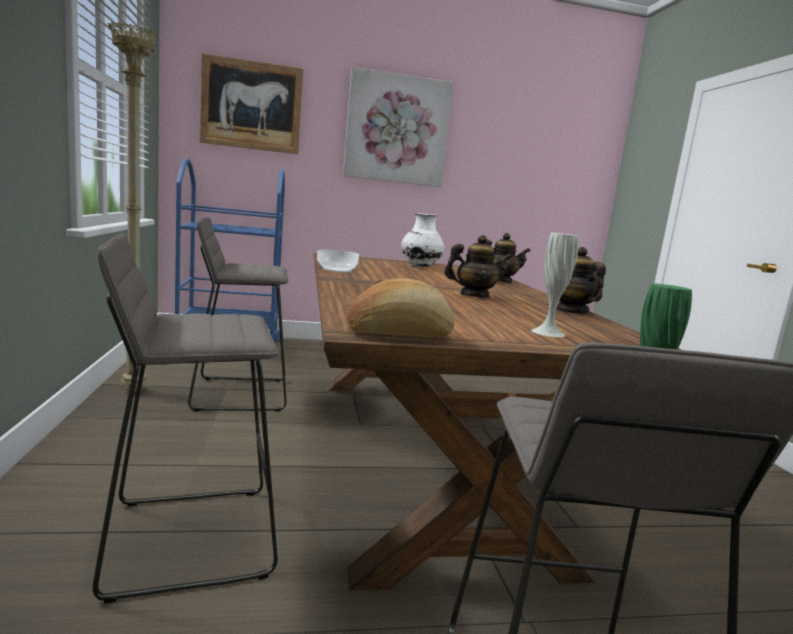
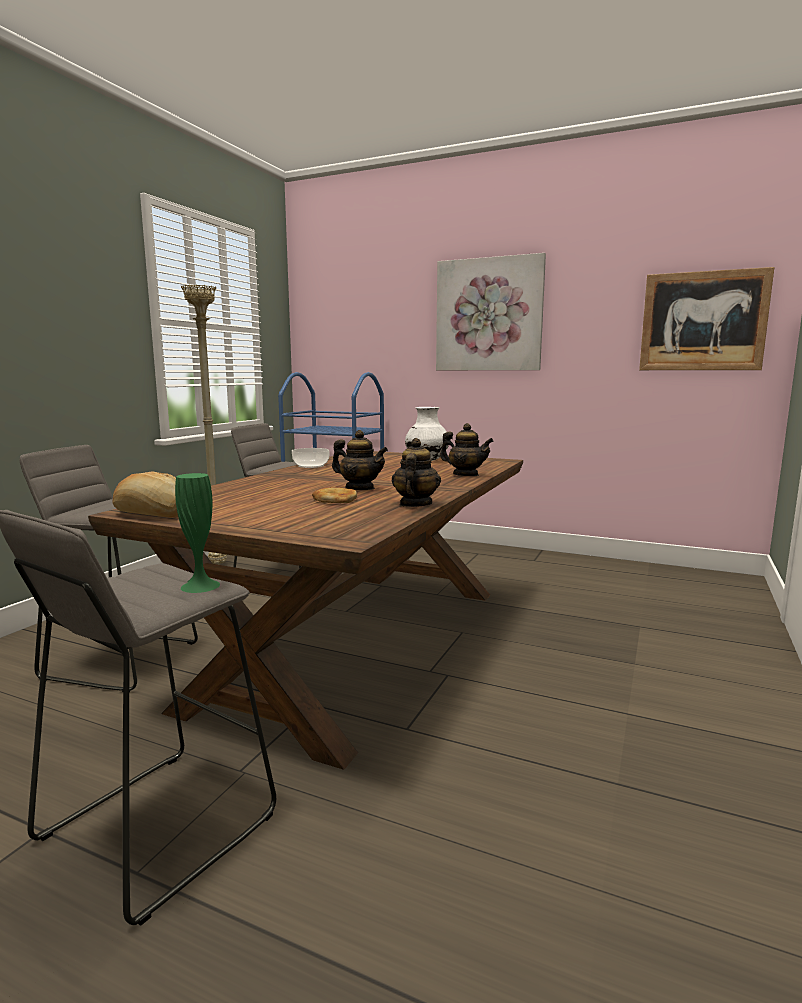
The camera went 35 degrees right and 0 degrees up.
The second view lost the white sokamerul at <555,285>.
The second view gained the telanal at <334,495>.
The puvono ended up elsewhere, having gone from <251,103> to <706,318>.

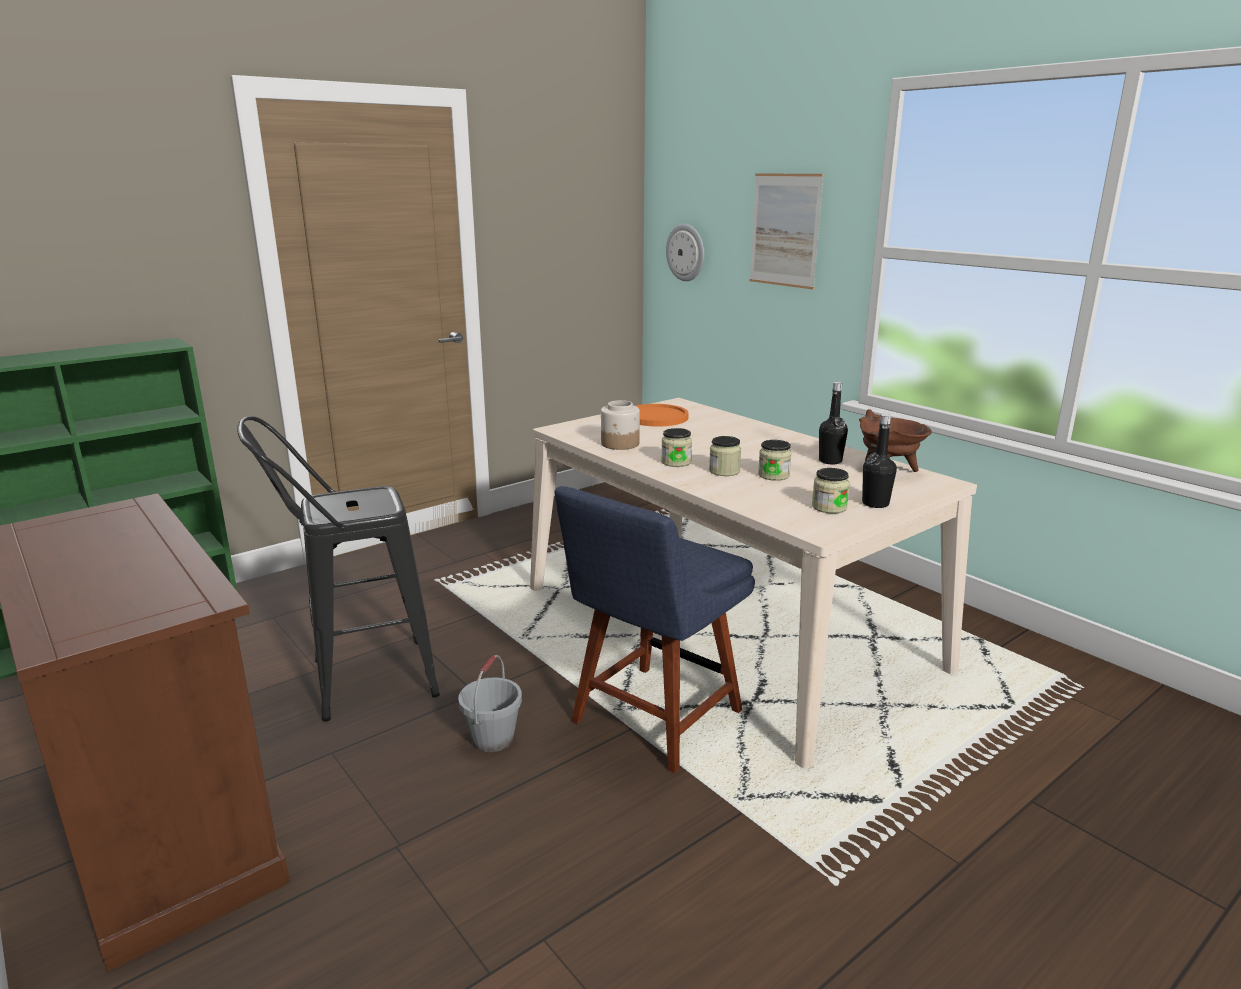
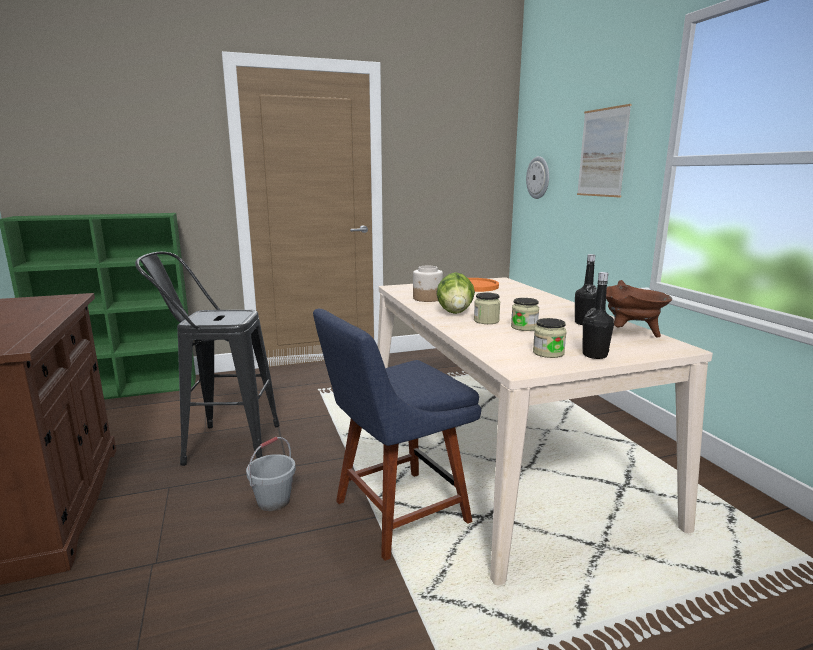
The camera went 20 degrees right and 5 degrees down.
Where the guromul stood at <676,447>, the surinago came to stand at <456,293>.

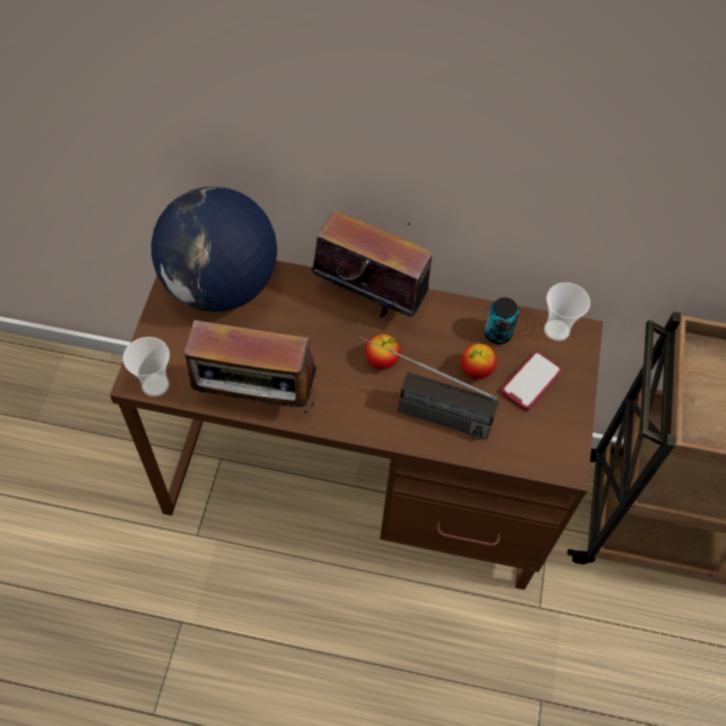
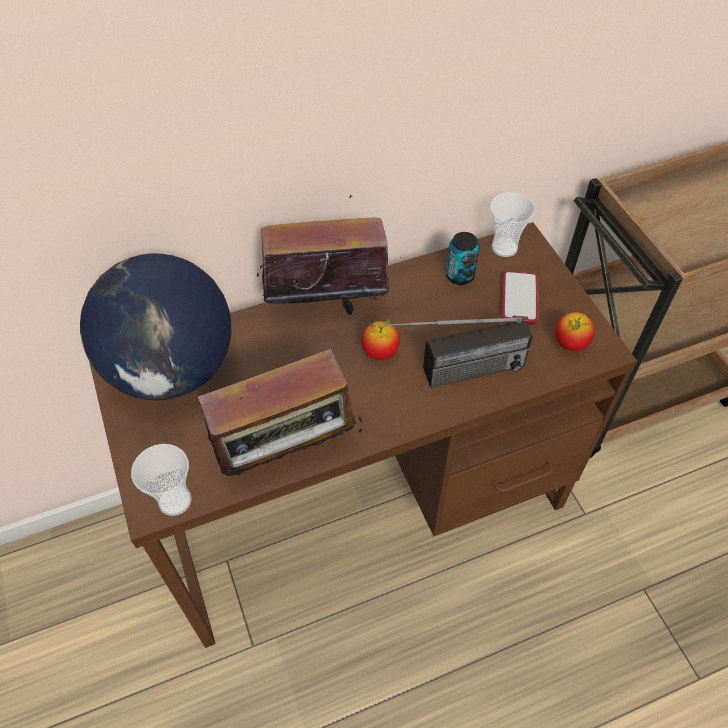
The camera went 30 degrees left and 5 degrees down.
The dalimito ended up elsewhere, having gone from <479,361> to <575,331>.

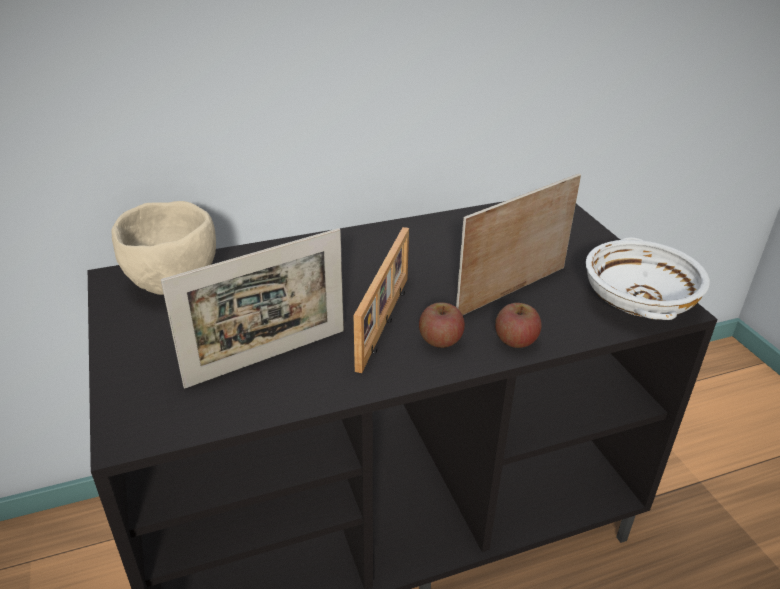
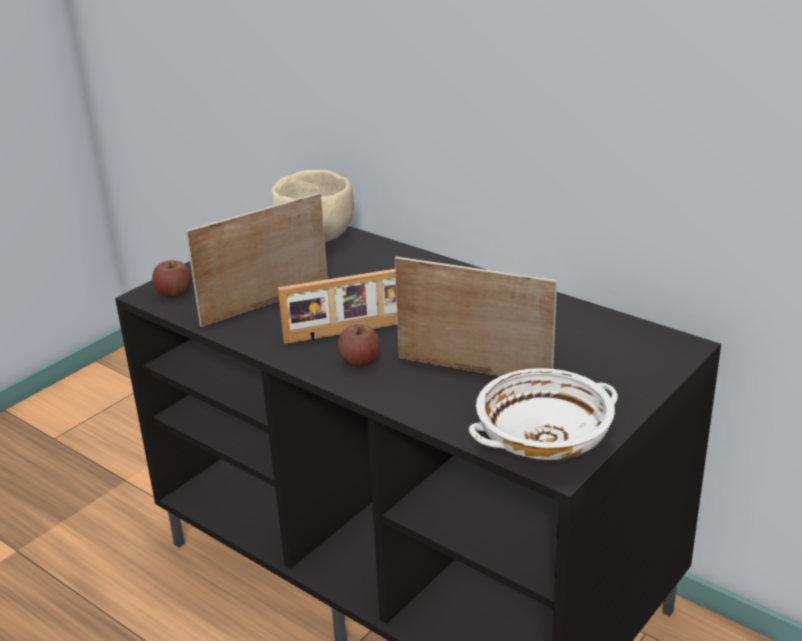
The camera went 60 degrees right and 5 degrees down.
The dalimito ended up elsewhere, having gone from <518,325> to <171,278>.
The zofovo at <252,308> ended up facing another way, 120 degrees clockwise from before.

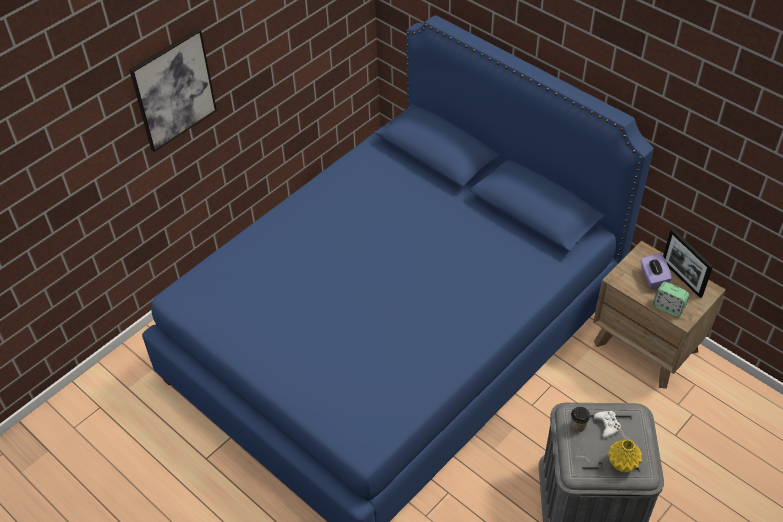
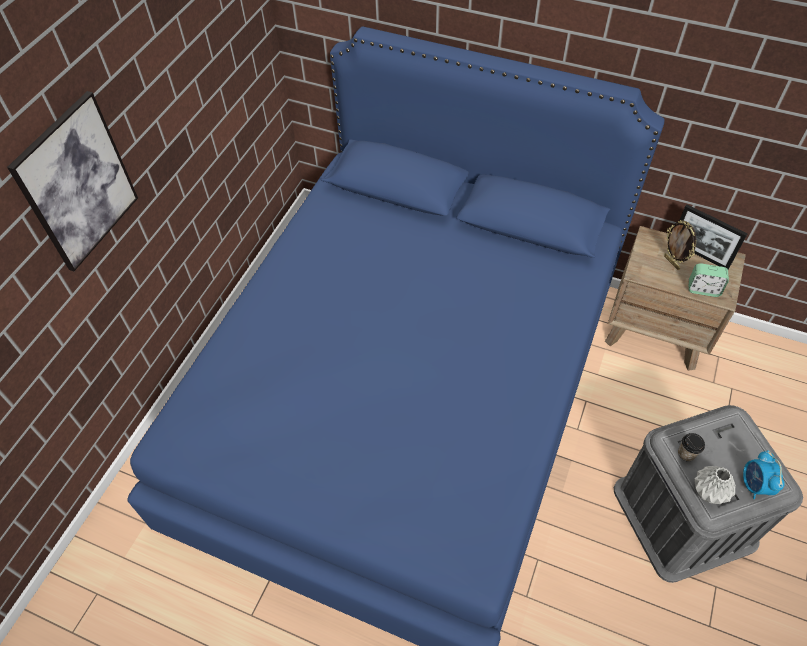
The camera went 20 degrees left and 5 degrees up.
The second view lost the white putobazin at <607,424>.
The second view gained the grey sokamerul at <715,485>.
Where the yellow sokamerul stood at <625,455>, the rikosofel came to stand at <764,474>.
Where the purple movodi stood at <656,271>, the zofovo came to stand at <680,245>.

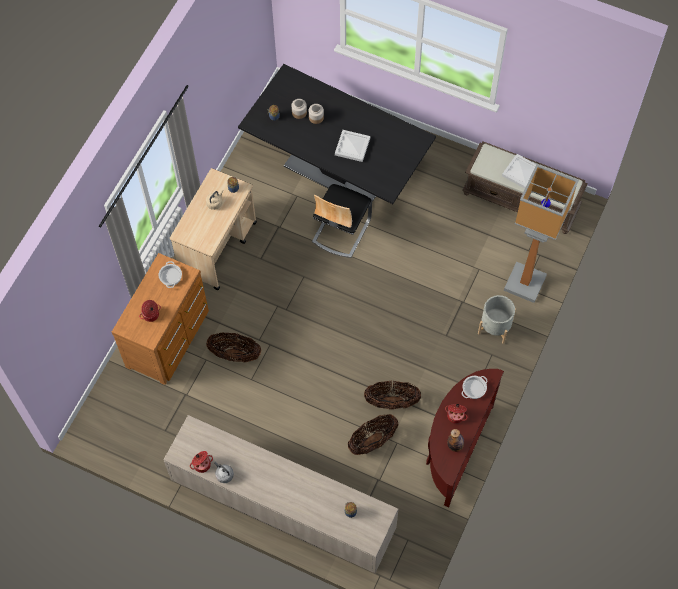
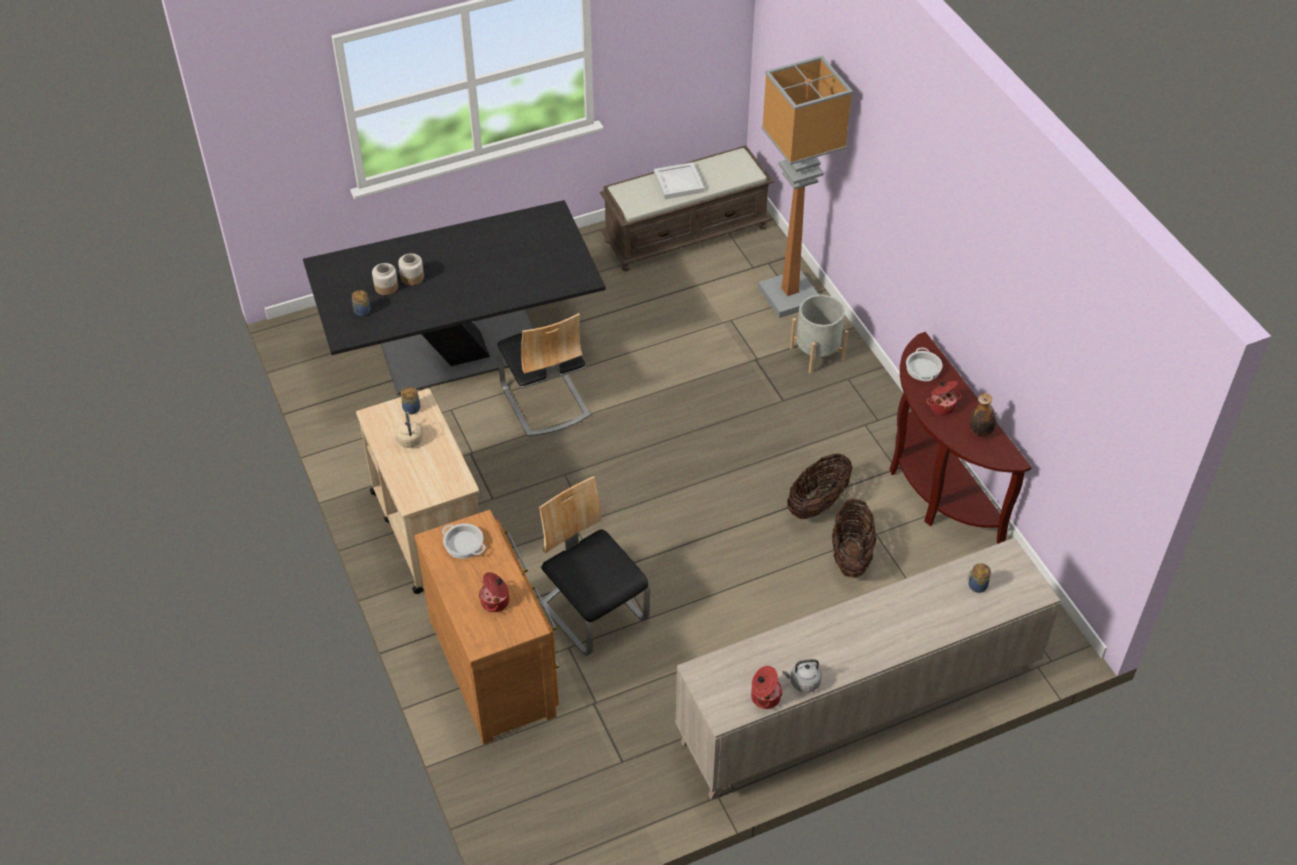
The camera went 50 degrees left and 15 degrees down.
The second view lost the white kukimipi at <352,146>.
Where the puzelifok stood at <234,347>, the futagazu came to stand at <594,566>.

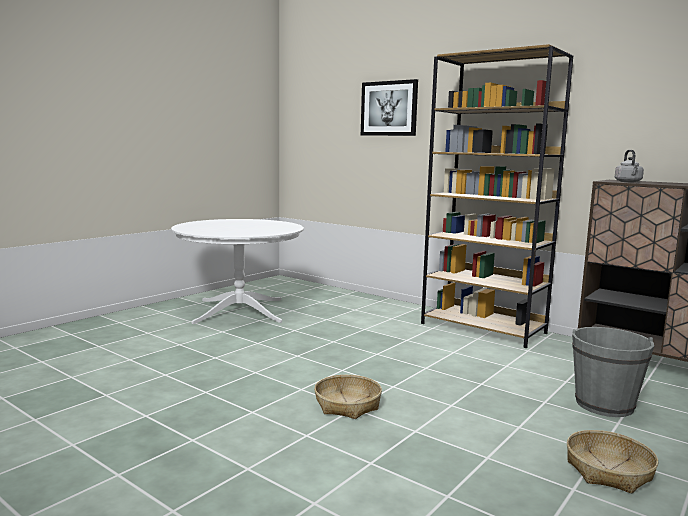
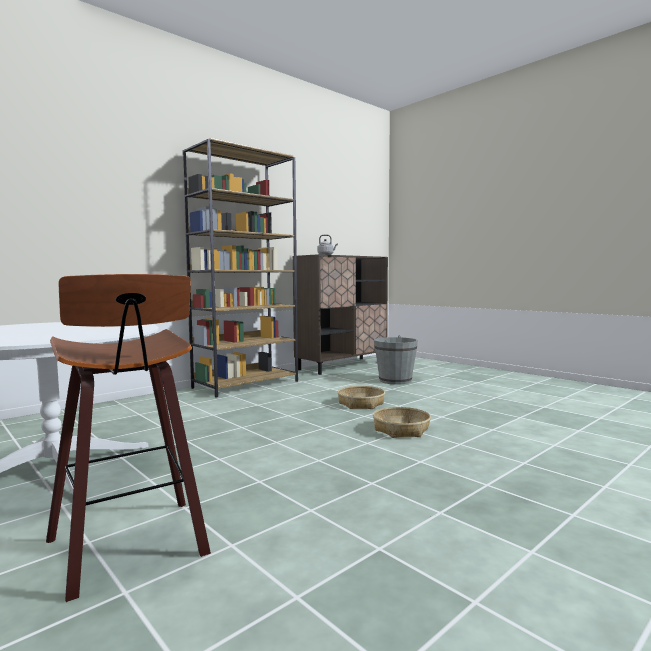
The camera went 80 degrees left and 5 degrees down.
The second view lost the puvono at <389,107>.
The second view gained the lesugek at <128,438>.
The puzelifok ended up elsewhere, having gone from <612,462> to <361,397>.

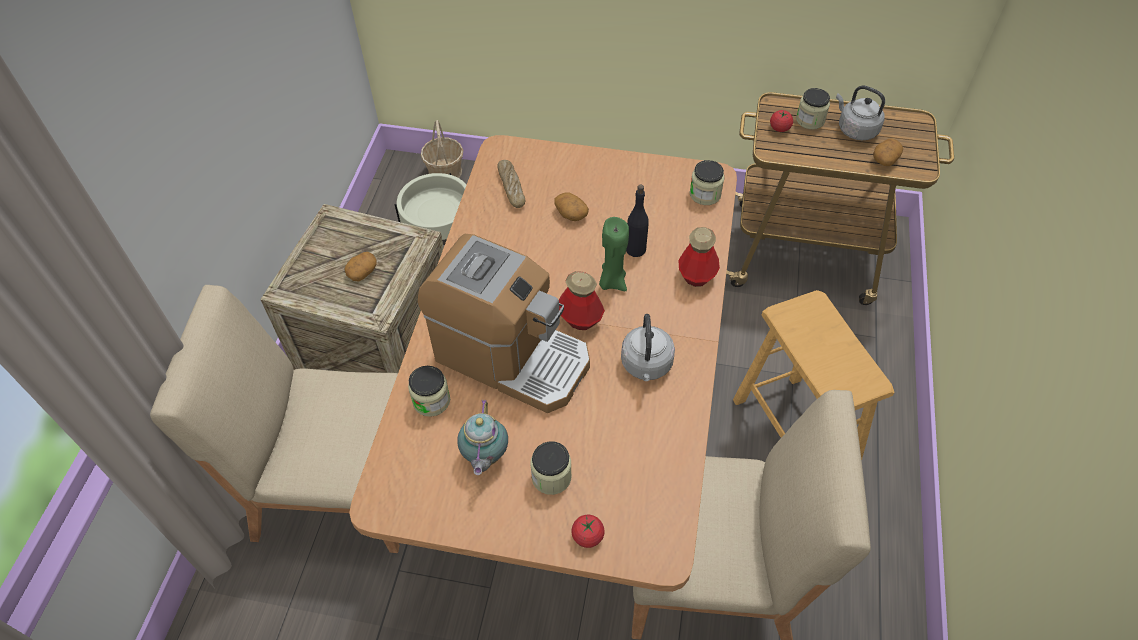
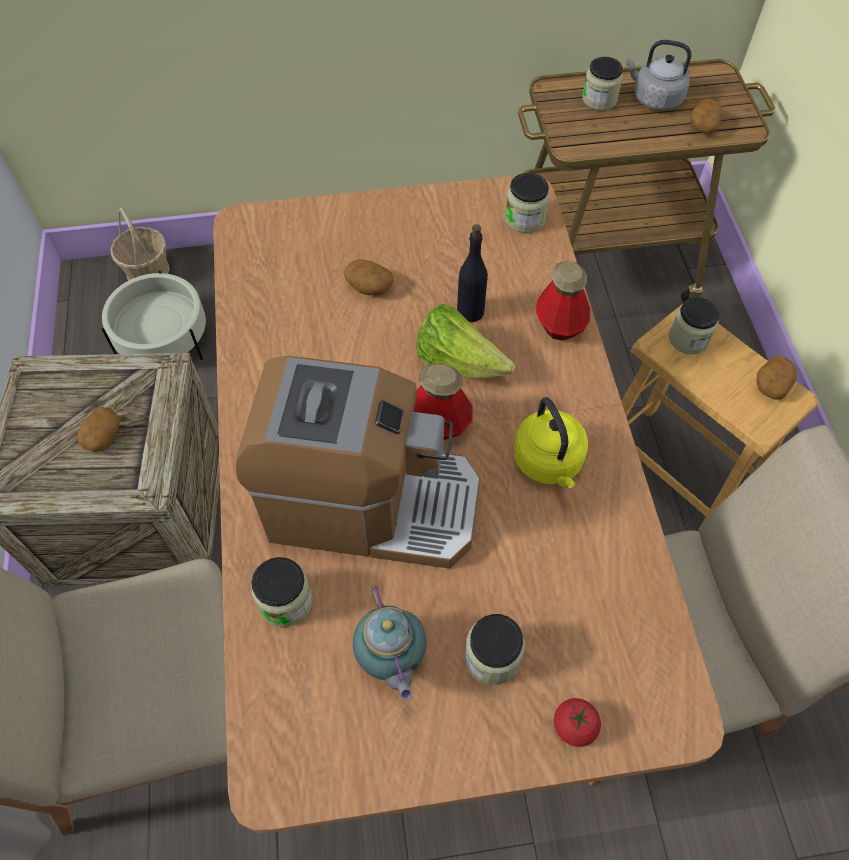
The camera went 20 degrees left and 5 degrees up.
The second view lost the telanal at <511,184>.
The second view lost the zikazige at <781,121>.
The second view gained the guromul at <694,325>.
The second view gained the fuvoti at <776,377>.
Where the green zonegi stood at <614,254>, the surinago came to stand at <466,341>.
What was the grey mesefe at <648,347> turned into the yellow mesefe at <551,442>.

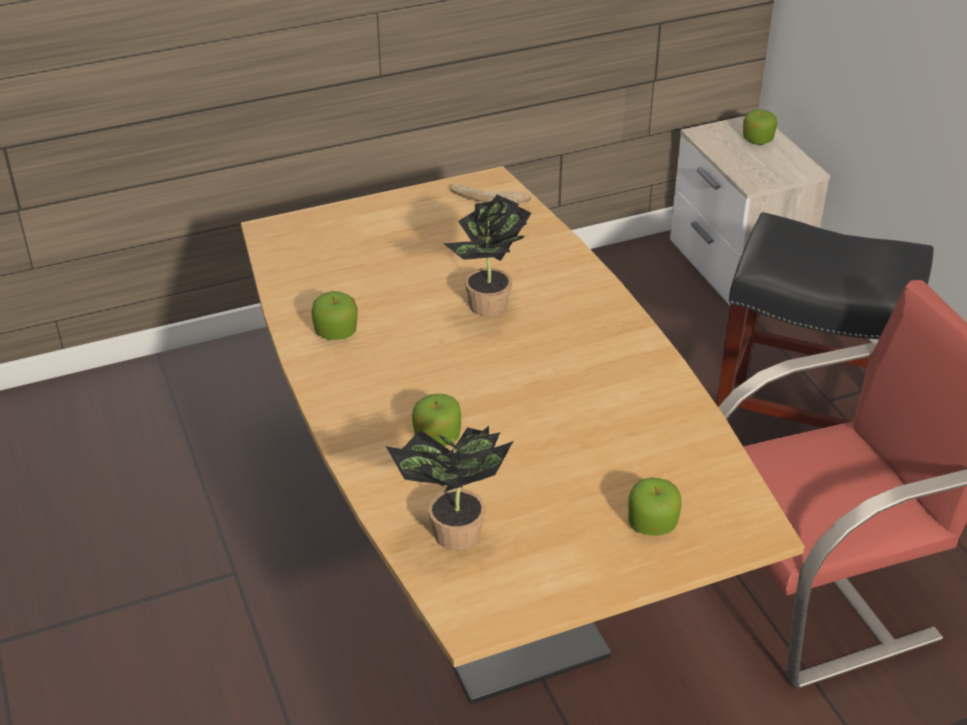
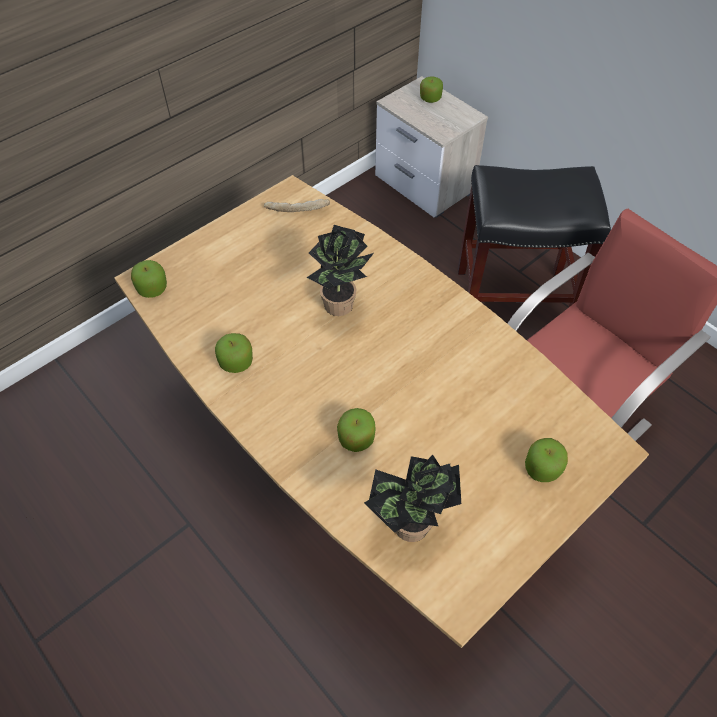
The camera went 20 degrees left and 15 degrees up.
The second view gained the dalimito at <149,279>.

